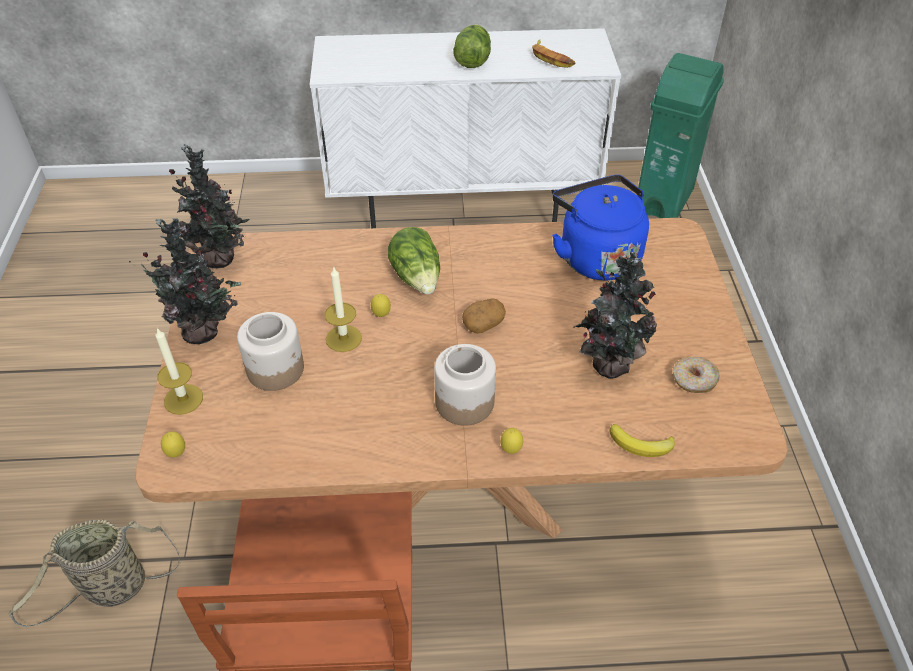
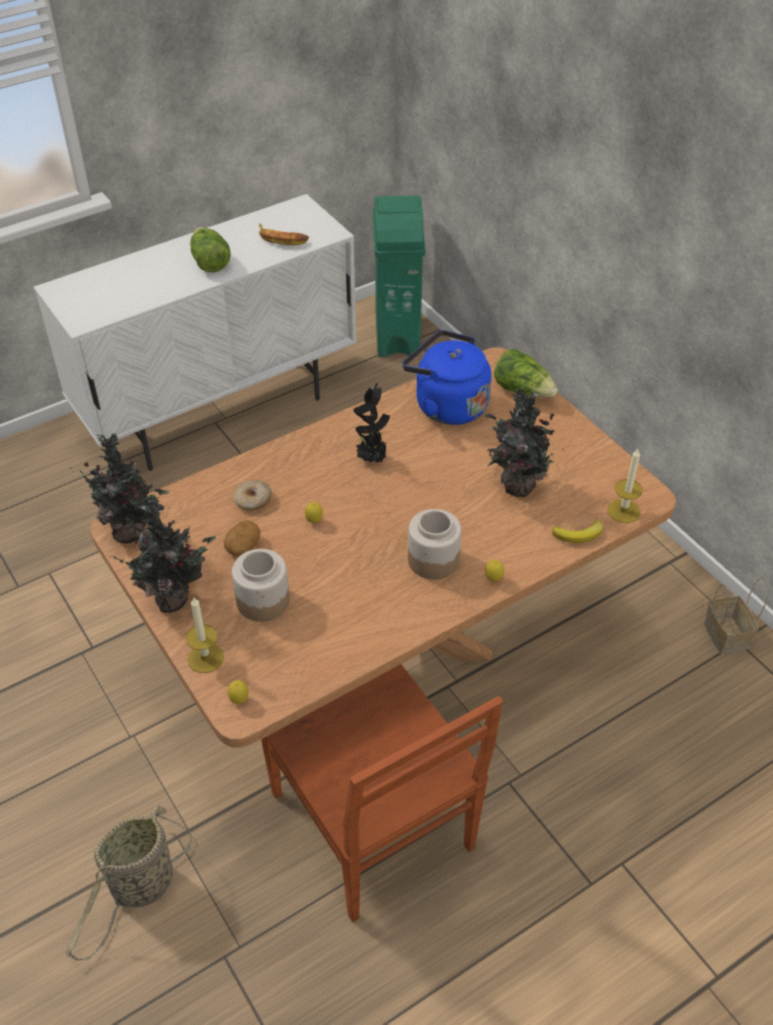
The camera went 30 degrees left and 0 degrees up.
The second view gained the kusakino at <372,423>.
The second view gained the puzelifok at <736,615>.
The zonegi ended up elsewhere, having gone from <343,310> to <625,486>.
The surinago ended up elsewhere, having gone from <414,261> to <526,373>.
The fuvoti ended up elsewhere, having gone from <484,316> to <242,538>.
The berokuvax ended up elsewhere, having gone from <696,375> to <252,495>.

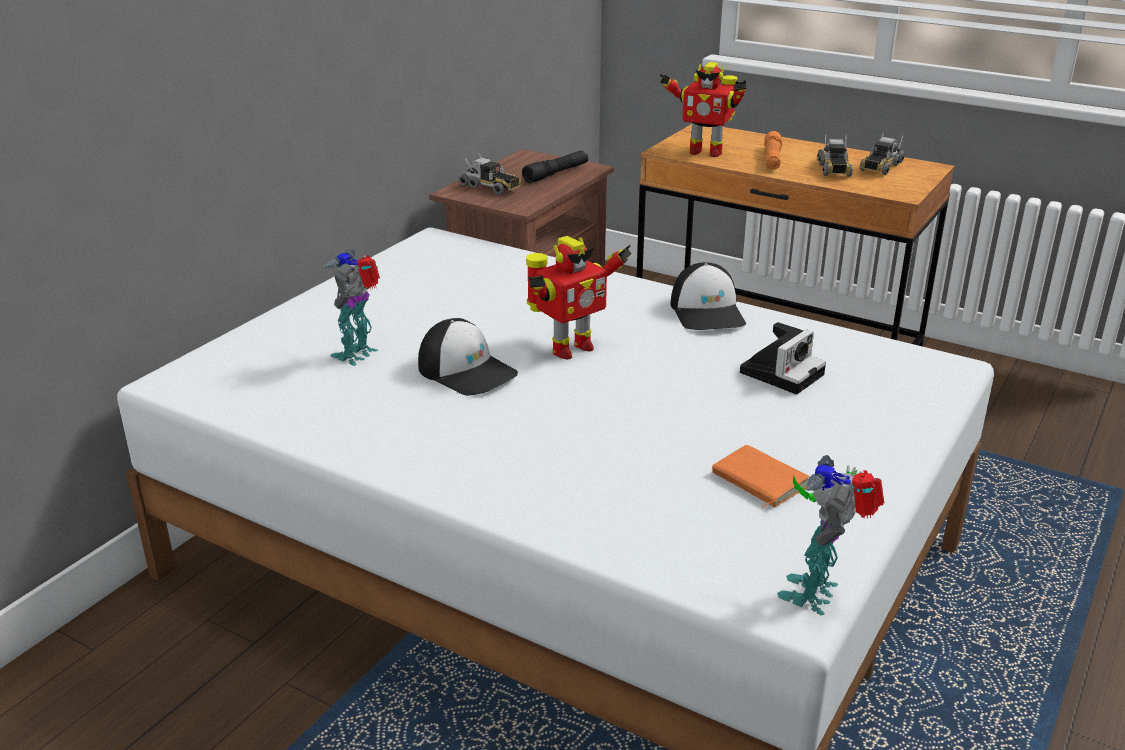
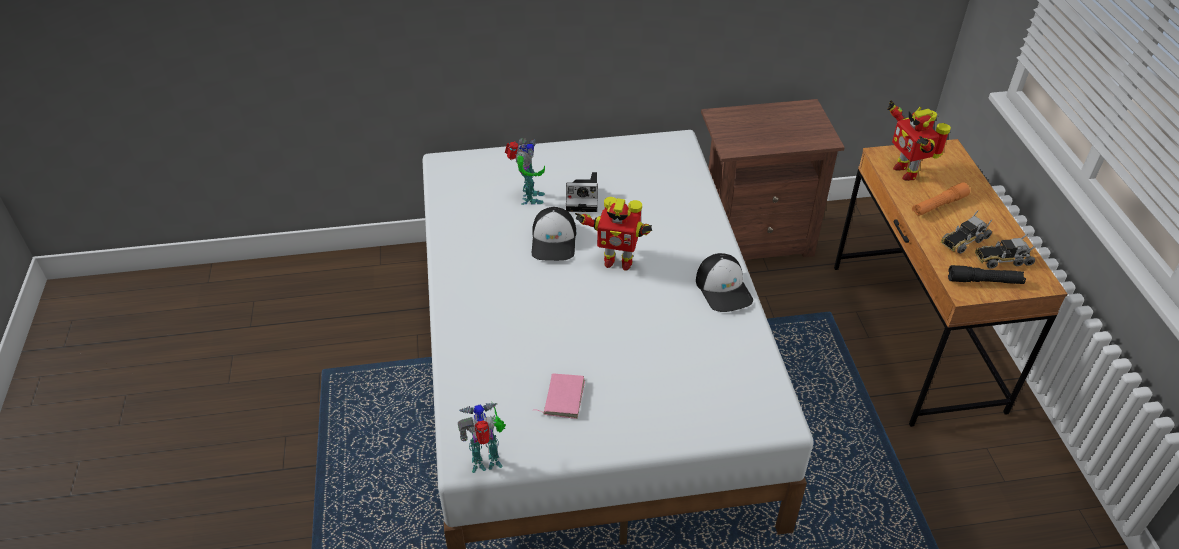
The camera went 50 degrees right and 15 degrees up.
The second view lost the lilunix at <490,174>.
The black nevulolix ended up elsewhere, having gone from <555,167> to <987,274>.
The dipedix ended up elsewhere, having gone from <783,358> to <582,192>.
What was the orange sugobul at <760,477> turned into the pink sugobul at <559,396>.
The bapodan at <351,307> ended up facing another way, 105 degrees clockwise from before.
The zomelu at <708,296> ended up facing another way, 60 degrees counterclockwise from before.

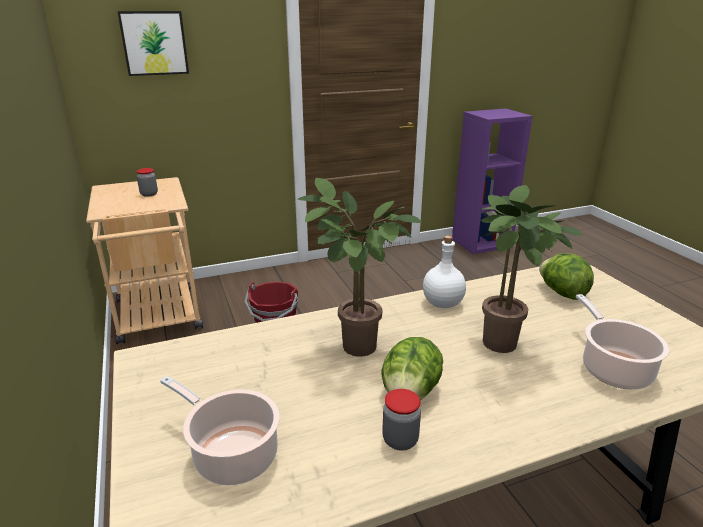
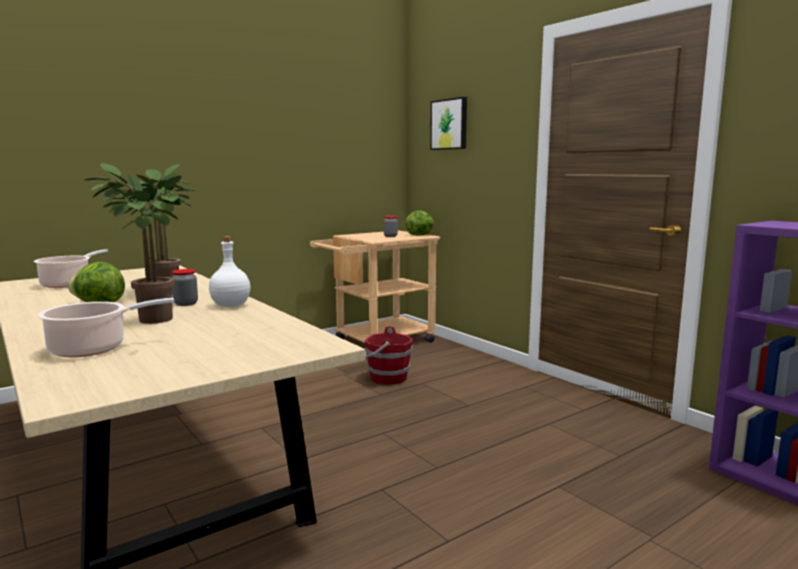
The camera went 75 degrees right and 15 degrees down.
The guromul ended up elsewhere, having gone from <401,420> to <185,287>.
The surinago ended up elsewhere, having gone from <566,276> to <419,223>.

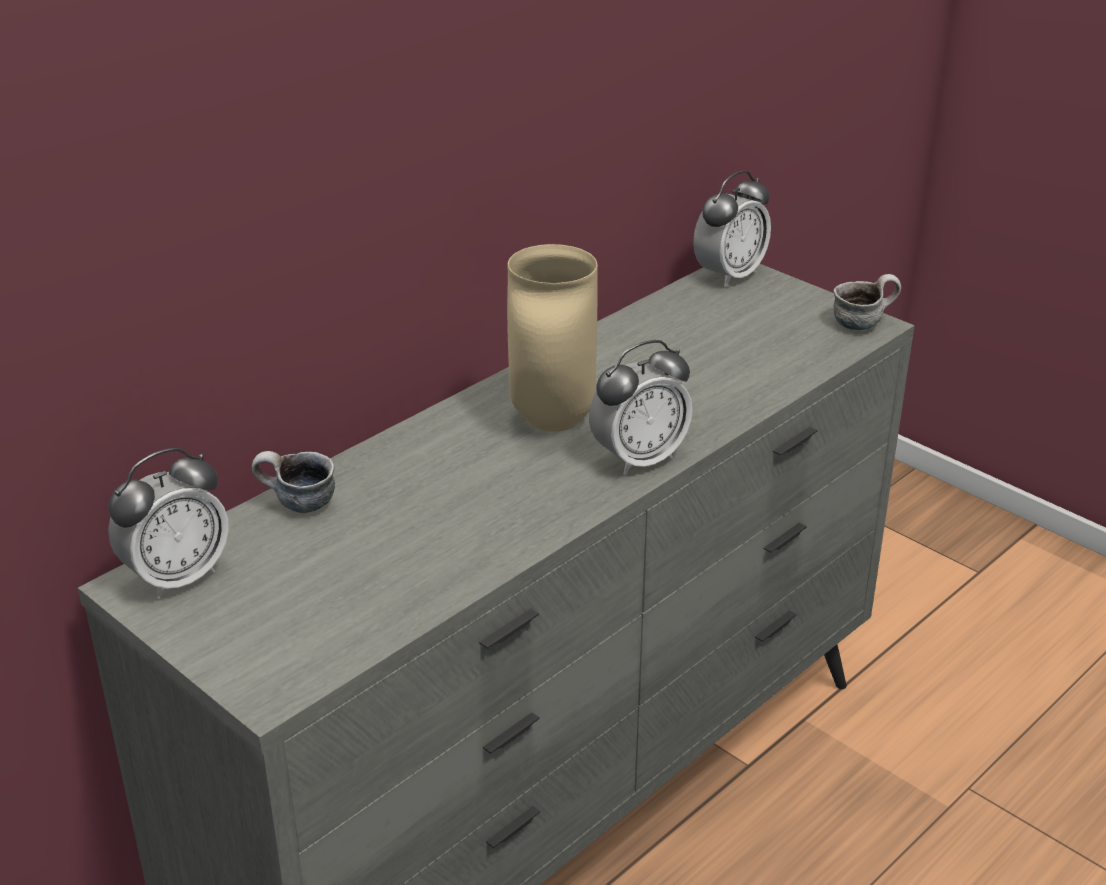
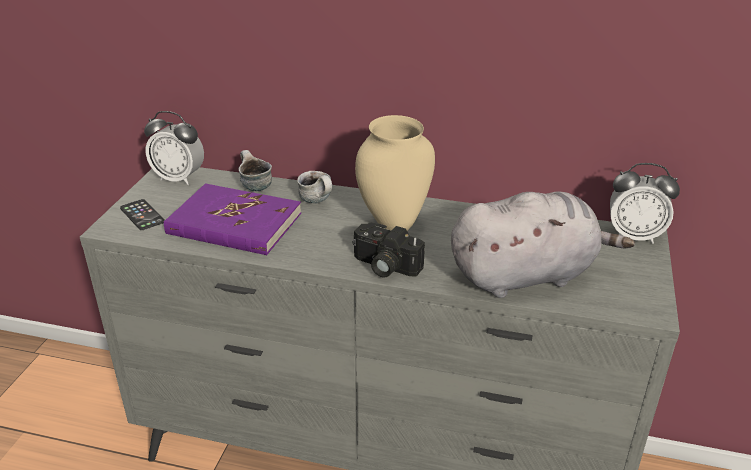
The camera went 60 degrees right and 0 degrees up.
The second view gained the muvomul at <142,214>.
The second view gained the purple sugobul at <232,219>.
The second view gained the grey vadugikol at <543,244>.
The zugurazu ended up elsewhere, having gone from <867,302> to <314,187>.
Where the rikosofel stood at <641,407>, the dipedix came to stand at <389,250>.

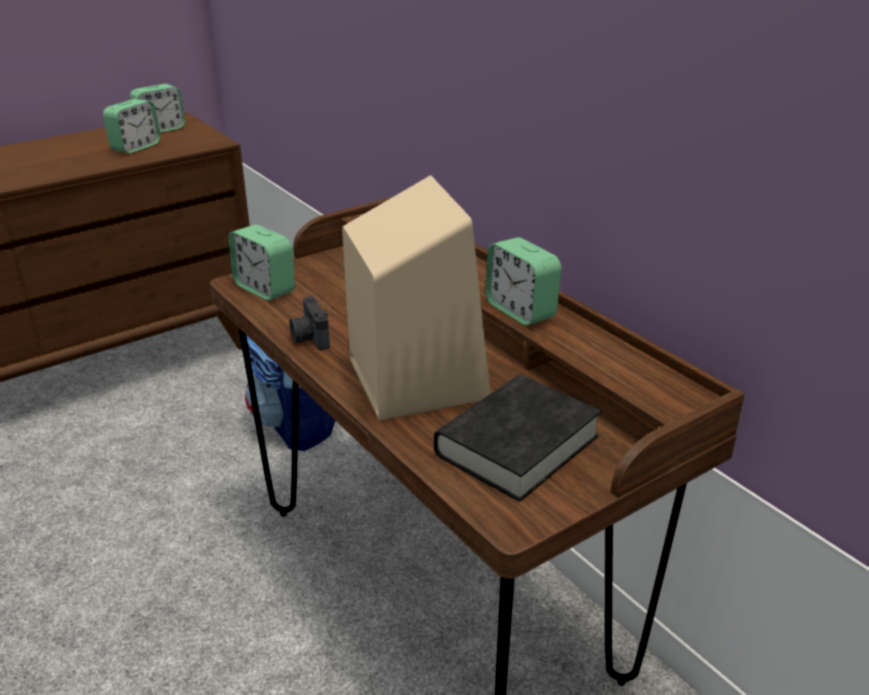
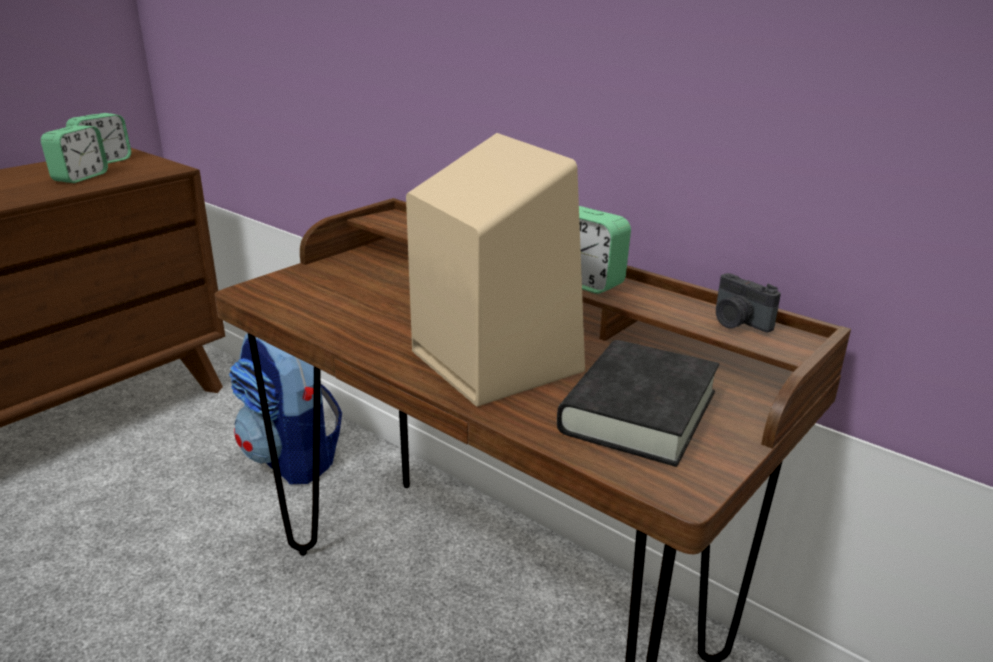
The camera went 15 degrees left and 5 degrees down.
The second view lost the rikosofel at <262,262>.
The dipedix ended up elsewhere, having gone from <309,323> to <748,302>.

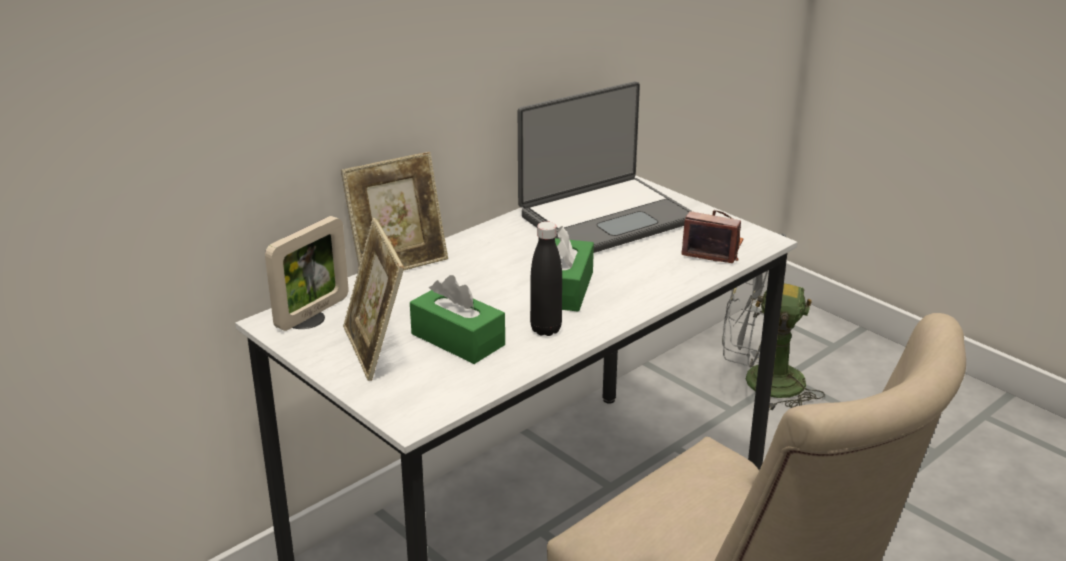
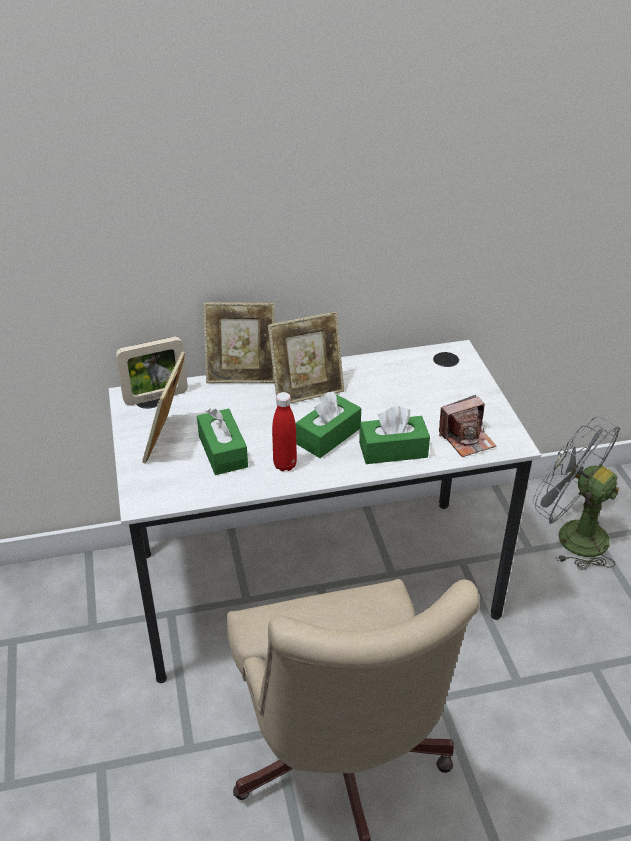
The camera went 30 degrees right and 10 degrees up.
The second view lost the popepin at <605,167>.
The second view gained the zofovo at <306,357>.
The second view gained the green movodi at <394,435>.
What was the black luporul at <546,278> turned into the red luporul at <284,431>.
The dipedix at <713,236> ended up facing another way, 105 degrees clockwise from before.

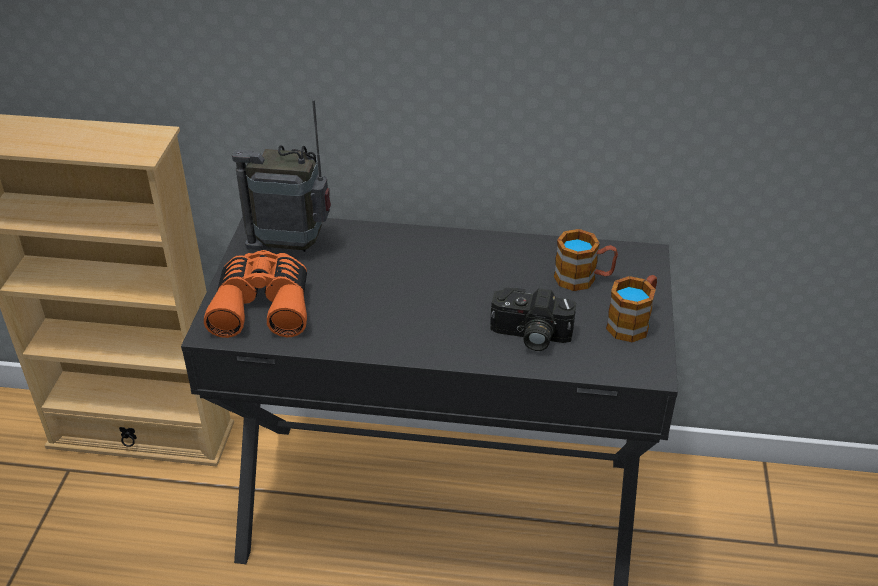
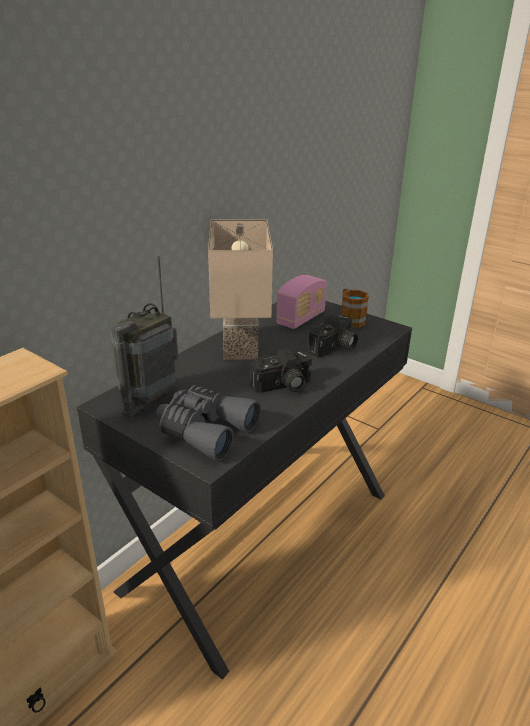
The camera went 60 degrees left and 10 degrees down.
The second view gained the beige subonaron at <240,289>.
The second view gained the dipedix at <281,371>.
Where the zugurazu stood at <586,260>, the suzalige came to stand at <301,302>.
What was the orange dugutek at <255,294> turned into the grey dugutek at <208,423>.

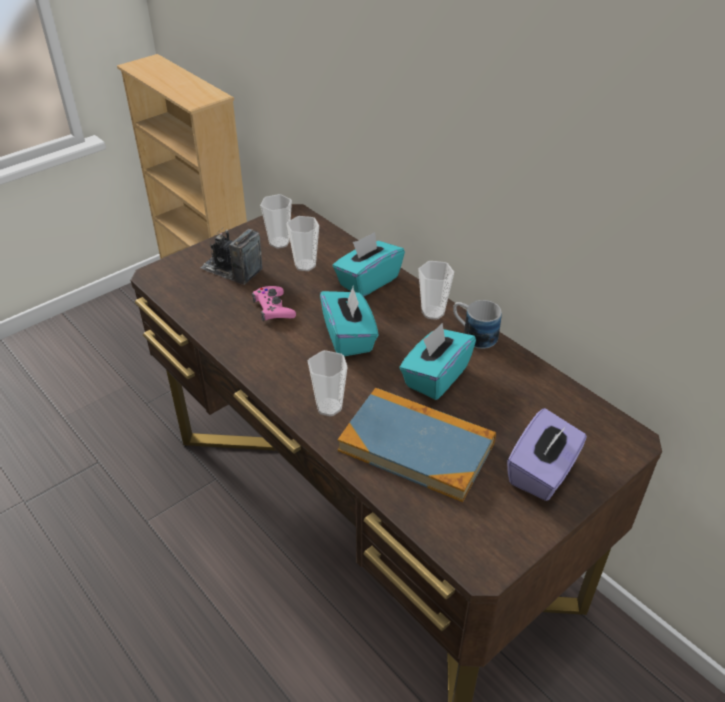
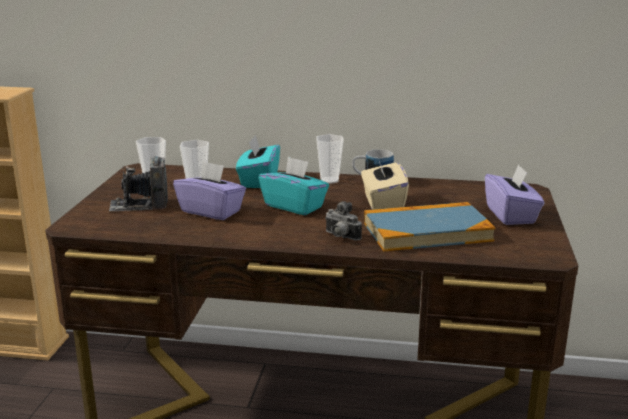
The camera went 40 degrees left and 20 degrees down.
Where the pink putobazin stood at <274,303>, the purple movodi came to stand at <209,190>.
Where the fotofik stood at <328,383>, the dipedix came to stand at <343,221>.
What was the turquoise movodi at <438,361> turned into the beige movodi at <385,182>.

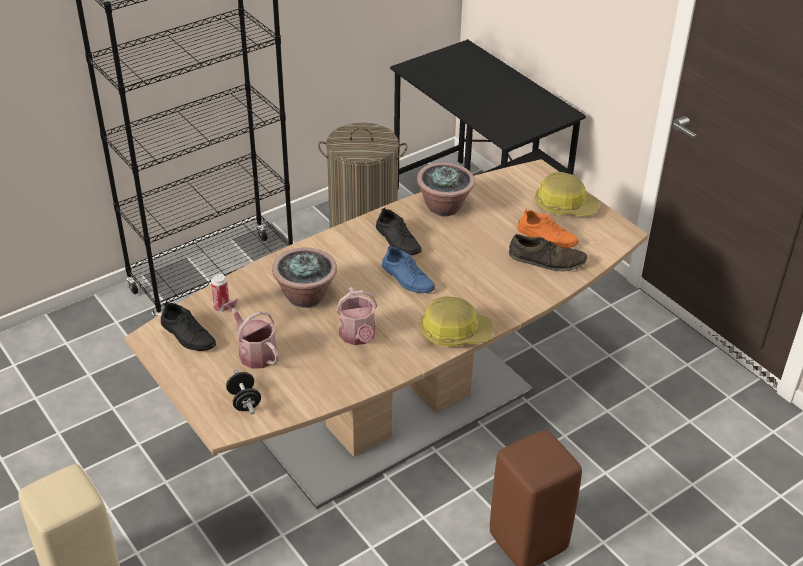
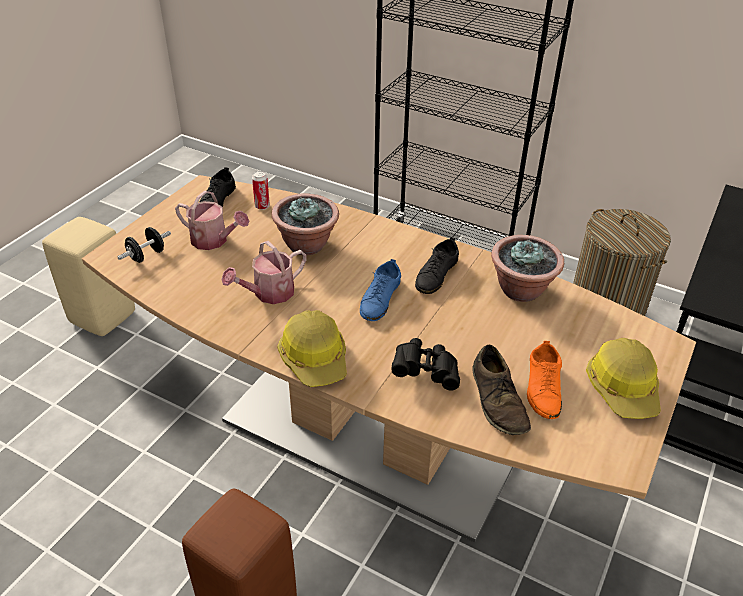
The camera went 65 degrees right and 0 degrees up.
The second view gained the black dugutek at <425,364>.
The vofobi at <251,334> ended up facing another way, 90 degrees clockwise from before.

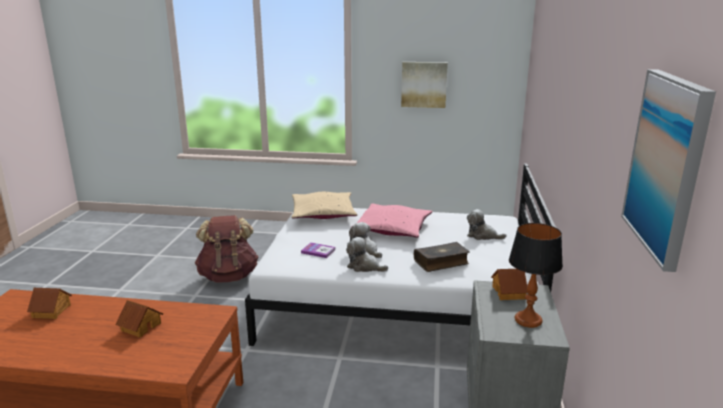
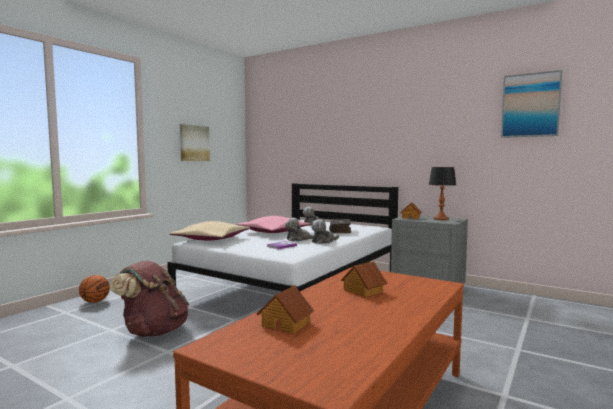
The camera went 65 degrees left and 15 degrees down.
The second view gained the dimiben at <94,289>.

